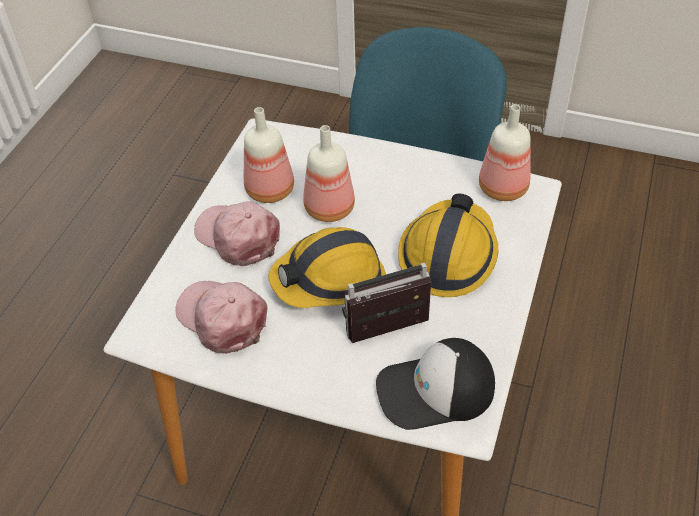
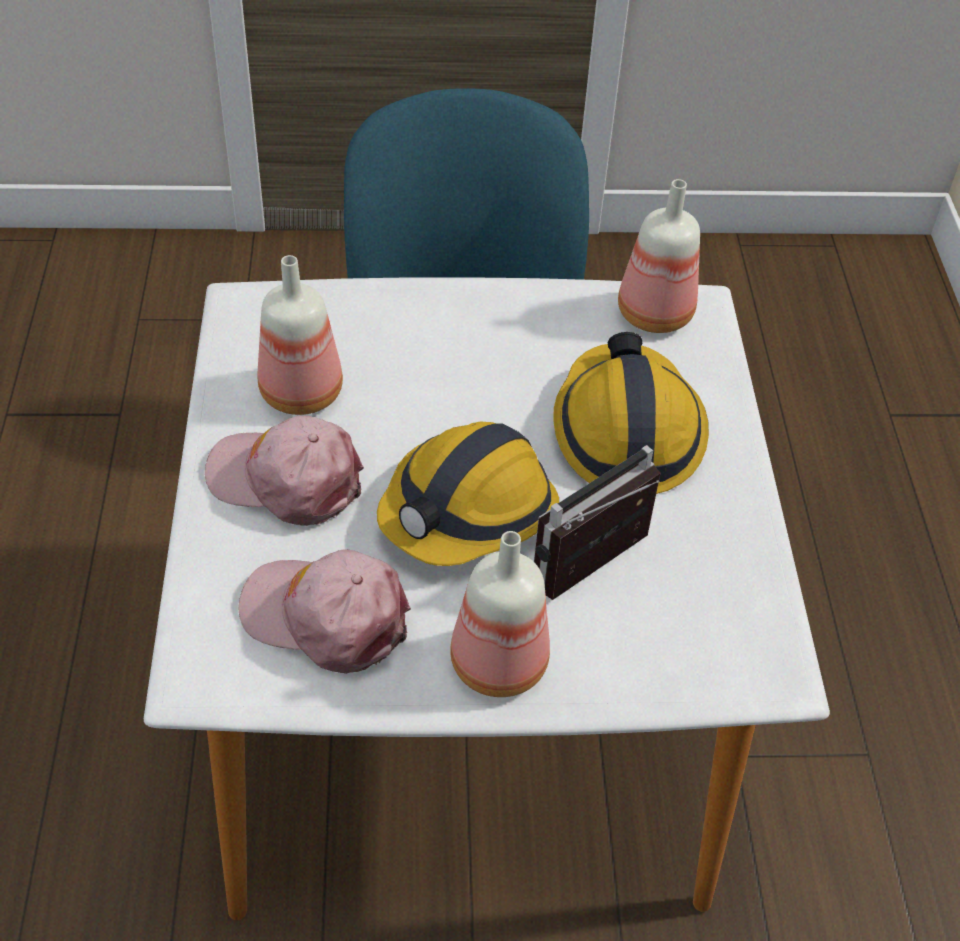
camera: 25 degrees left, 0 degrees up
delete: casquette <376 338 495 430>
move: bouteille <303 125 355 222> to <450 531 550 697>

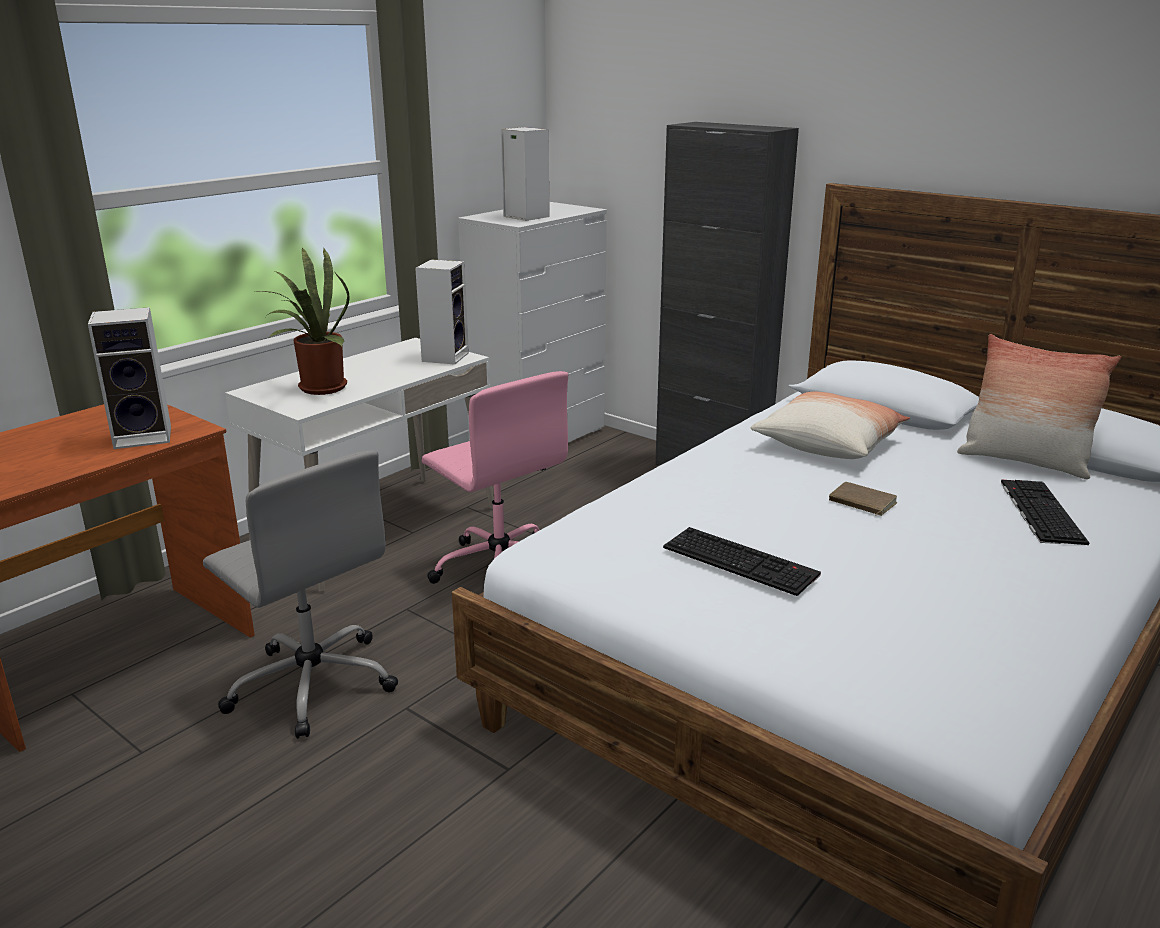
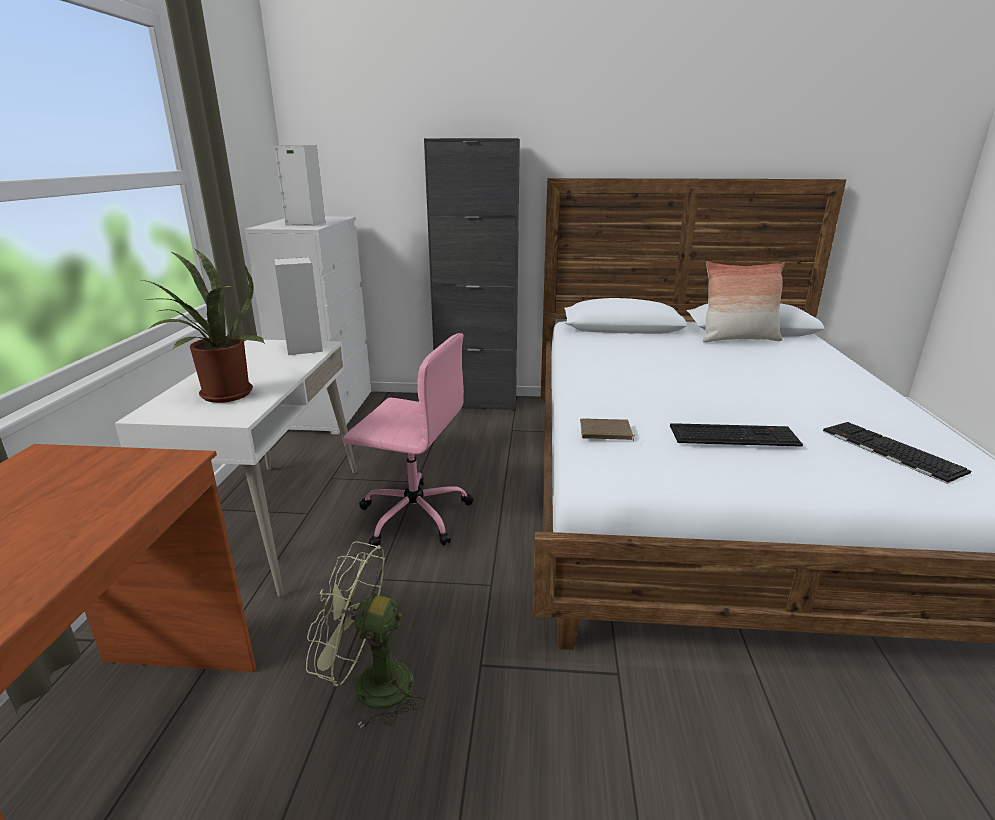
camera: 35 degrees left, 0 degrees up
delete: enceinte <88 307 171 449>; coussin <750 392 910 459>
move: livre/marron <829 482 898 516> to <580 418 635 441>; clavier <1001 479 1089 545> to <823 422 971 484>
replace: chaise de bureau/gris <203 451 398 739> to ventilateur/vert <306 541 426 728>

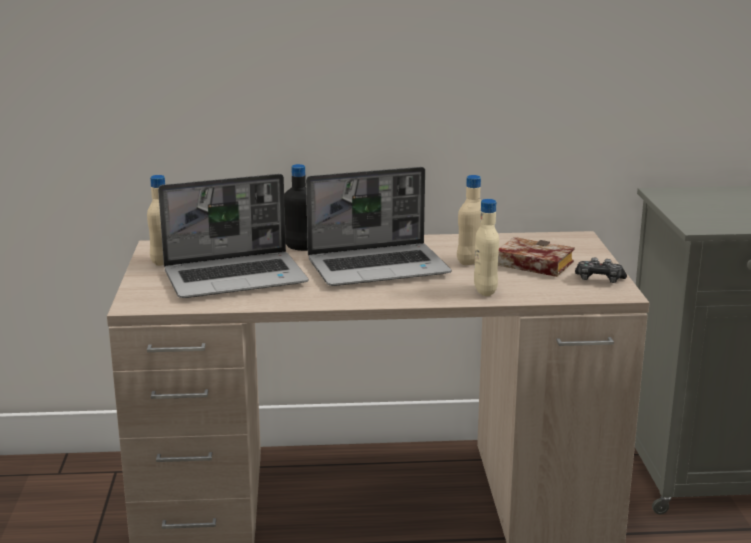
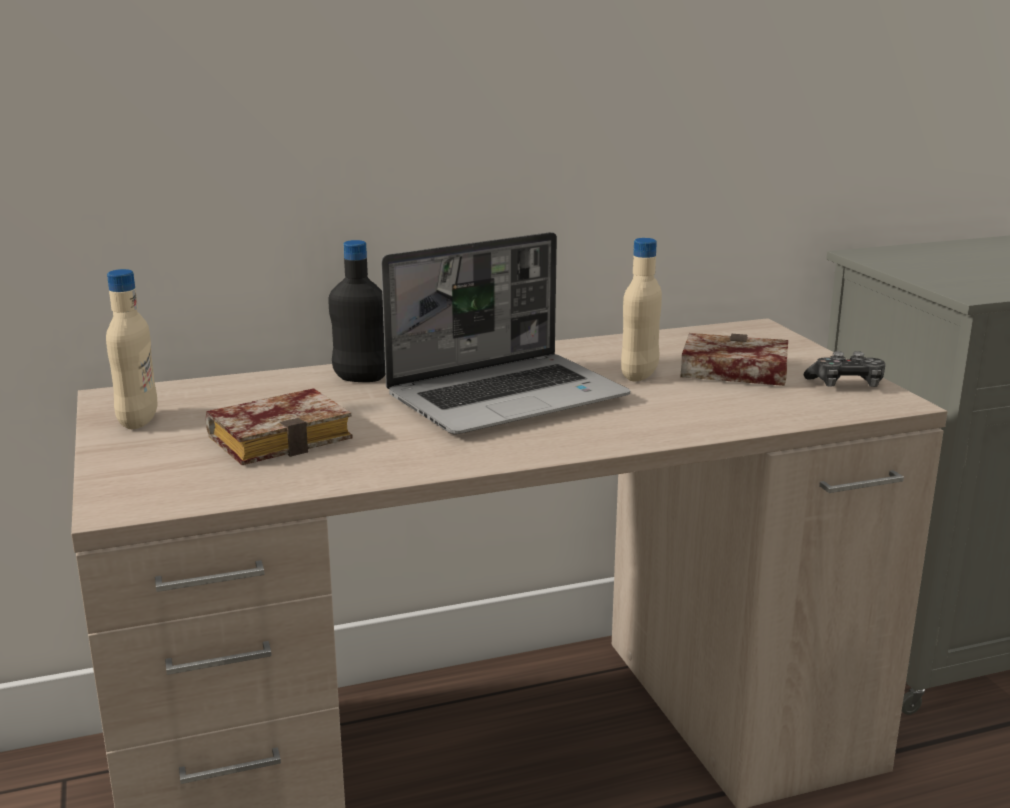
camera: 15 degrees left, 0 degrees up
delete: bouteille/beige <474 199 499 296>
replace: ordinateur portable <158 174 309 298> to livre <206 388 353 465>

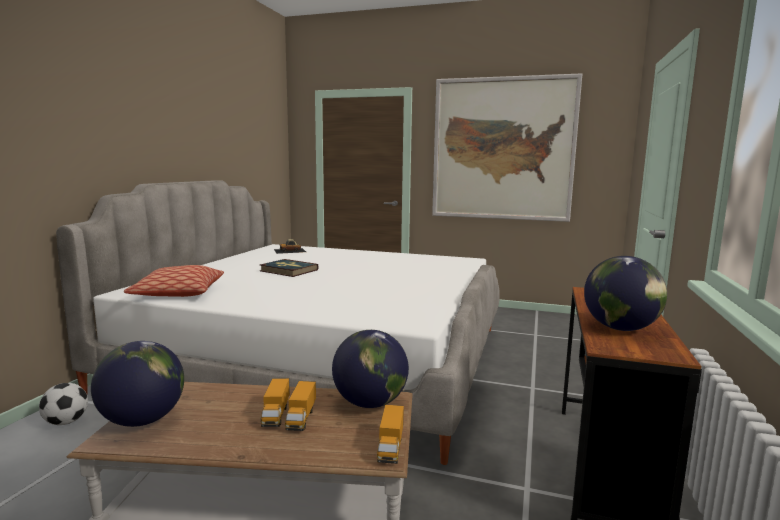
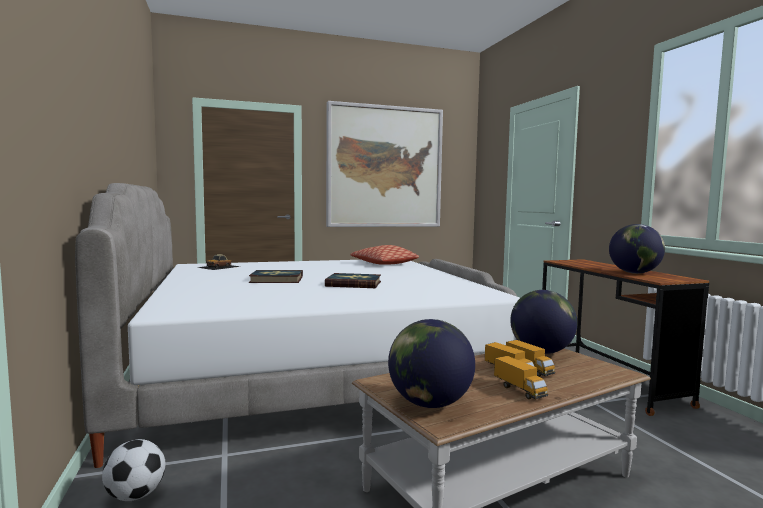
camera: 35 degrees left, 5 degrees down
insert: livre <325 273 381 288>
move: coussin <124 265 224 297> to <350 245 419 265>; camion jouet <377 405 404 464> to <494 356 548 399>

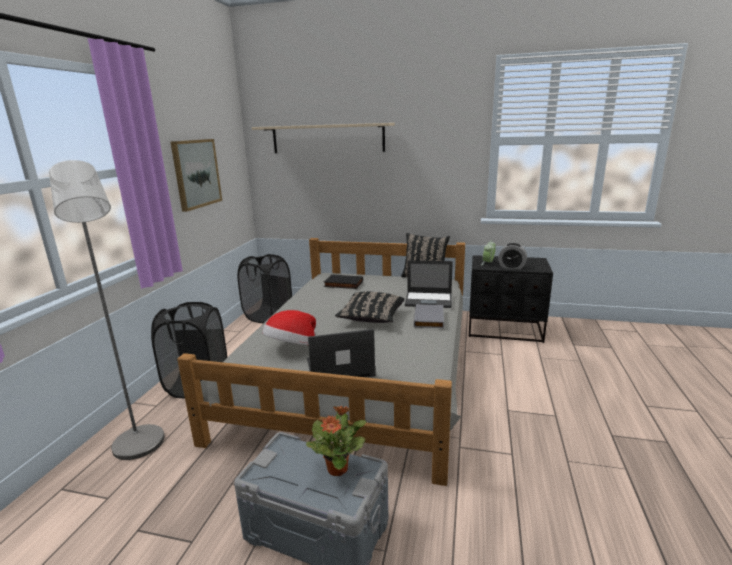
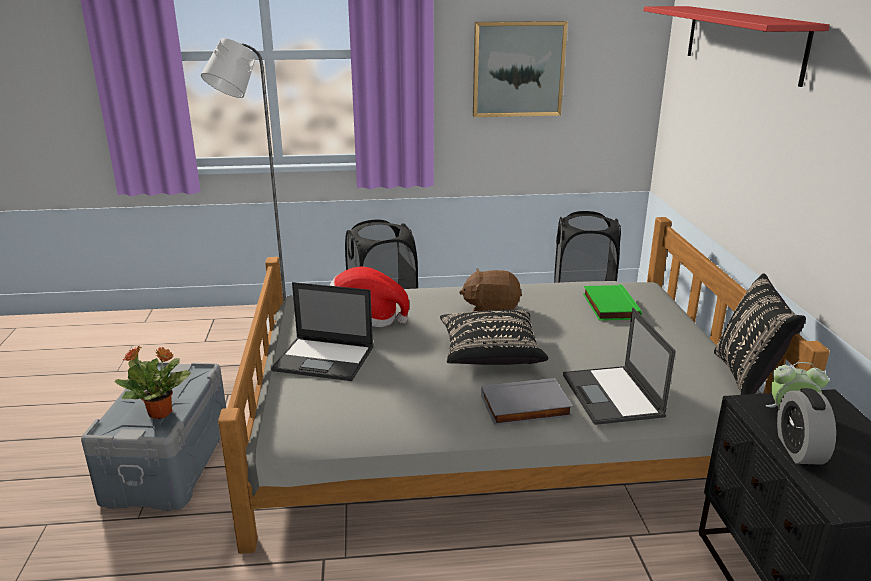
camera: 70 degrees right, 5 degrees up
insert: peluche/marron <459 269 522 312>
recolor: étagère/beige <252 123 395 153> to étagère/rouge <644 6 830 87>; livre/noir <324 274 363 289> to livre/vert <583 285 642 321>
rotate: ordinateur portable <307 329 376 378> = <271 282 373 381> 135 degrees clockwise

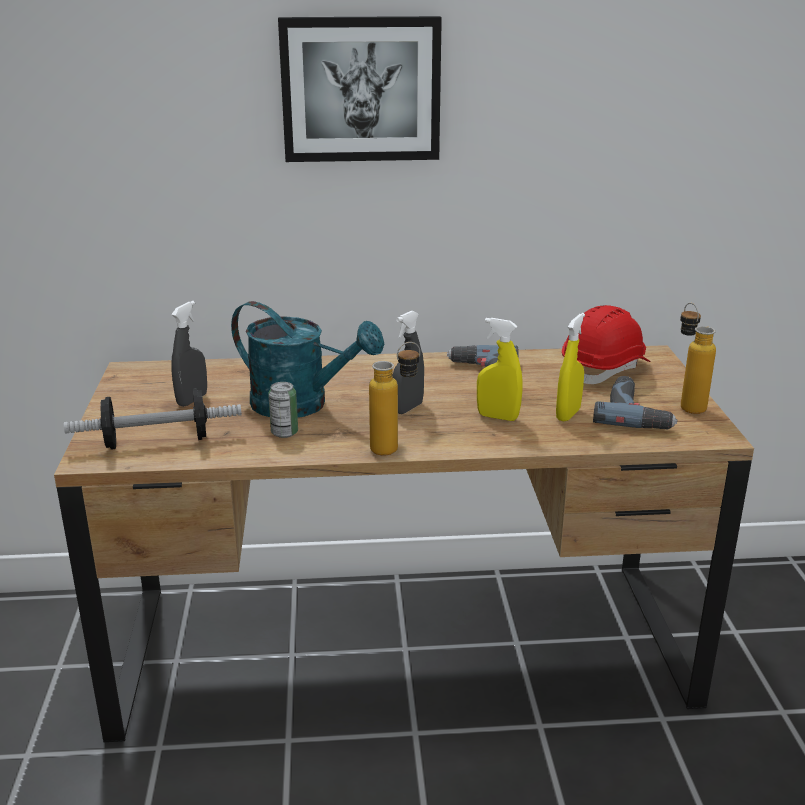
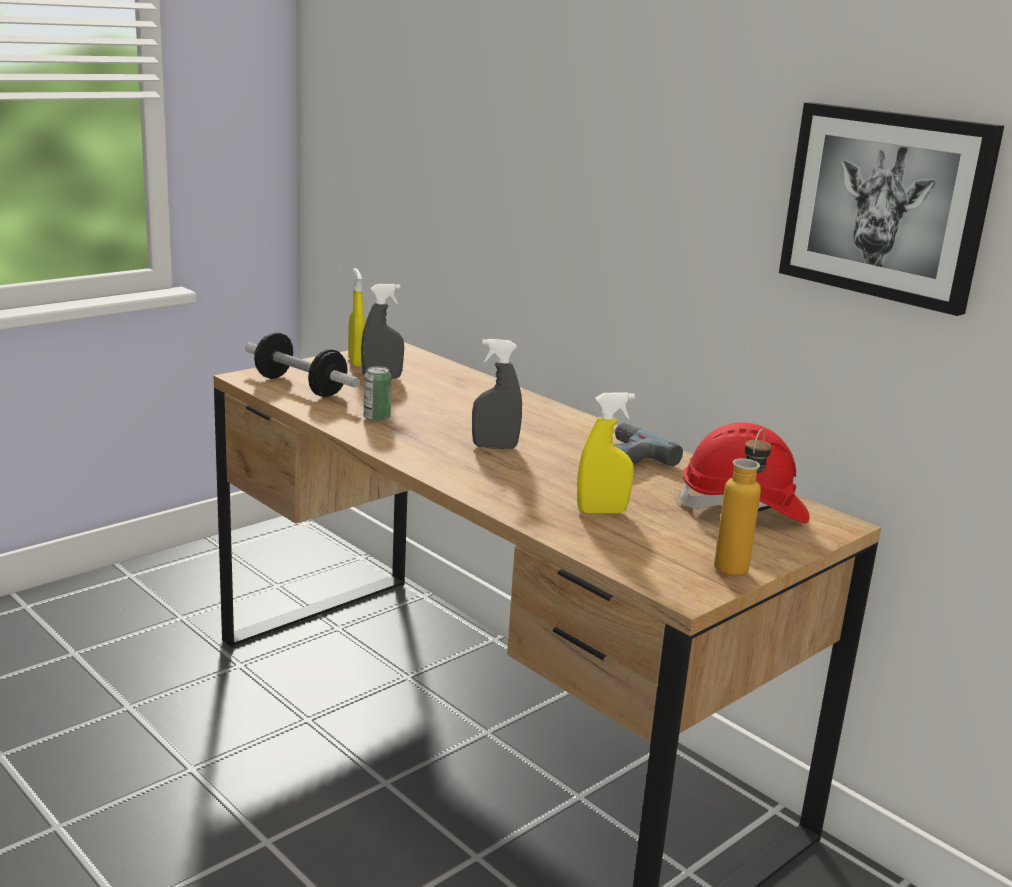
camera: 50 degrees right, 5 degrees down
delete: arrosoir/turquoise <231 301 384 418>; bouteille <369 342 420 456>; perceuse <593 376 677 429>
move: tableau <278 16 442 162> to <779 102 1004 316>; vaporisateur/jaune <477 318 522 421> to <348 268 365 366>

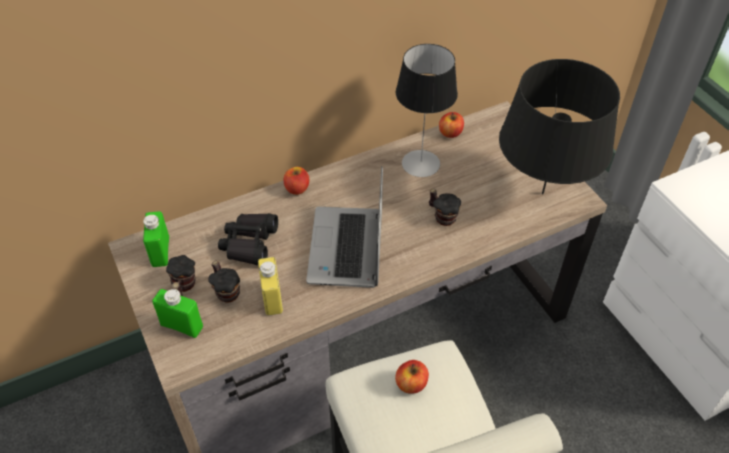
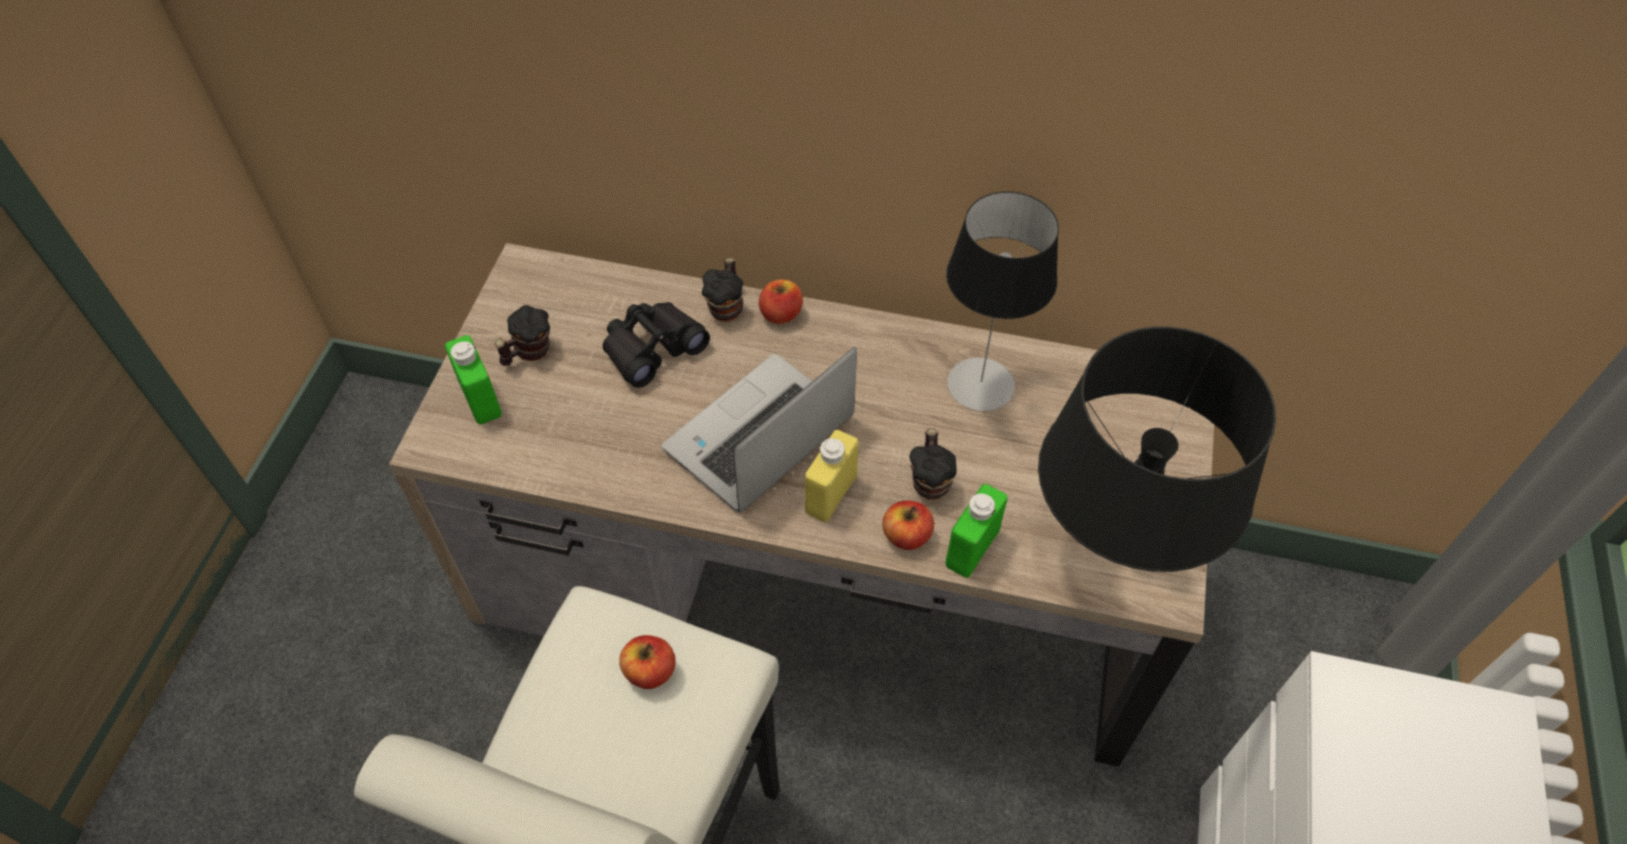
camera: 40 degrees right, 5 degrees up
move: bouteille/vert <143 211 169 267> to <945 484 1007 578>; mug <208 261 240 303> to <702 258 743 322>; bouteille/jaune <258 257 283 315> to <805 430 859 522>; pomme <439 112 464 138> to <883 500 934 550>

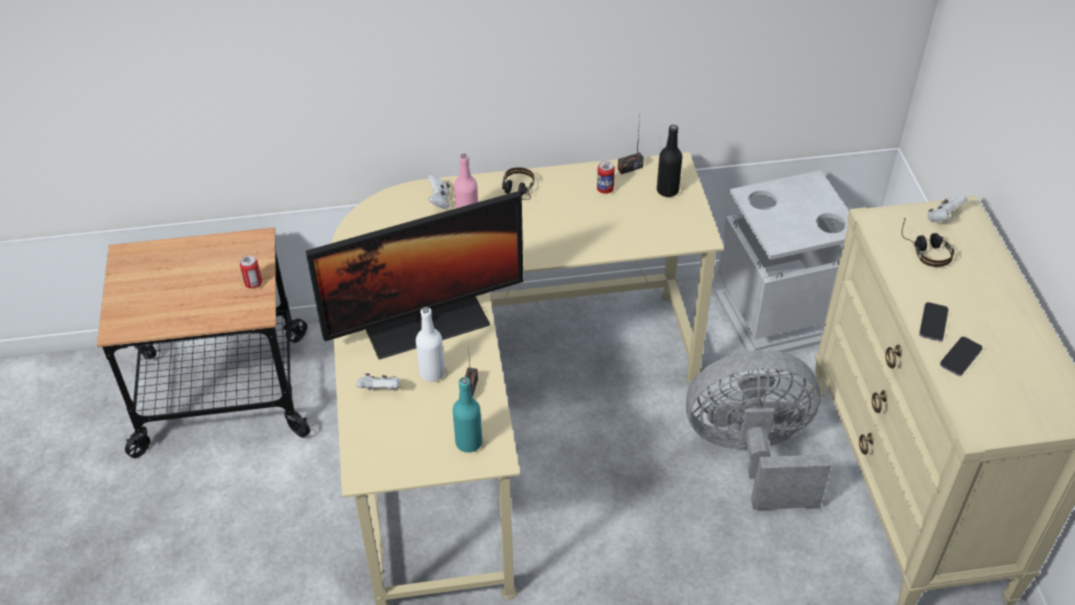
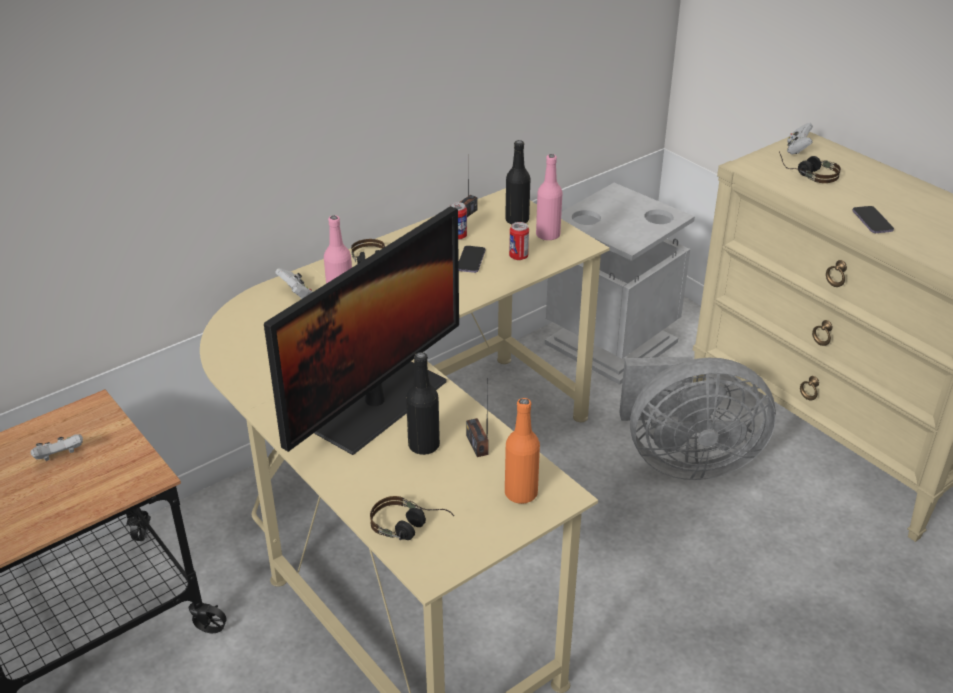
camera: 30 degrees left, 10 degrees down
insert: casque audio <370 496 454 540>; bouteille/rose <536 154 562 241>
move: boîte métallique <240 255 262 289> to <509 222 529 260>; manette/blanc <356 373 400 390> to <31 435 83 461>; téléphone <940 337 983 376> to <459 246 485 273>
recolor: bouteille/blanc <416 307 445 382> to bouteille/noir <406 352 440 455>; bouteille/turquoise <453 377 482 453> to bouteille/orange <505 398 540 504>
rotate: ventilateur/gris <686 350 832 510> = <619 357 776 480> 150 degrees counterclockwise

